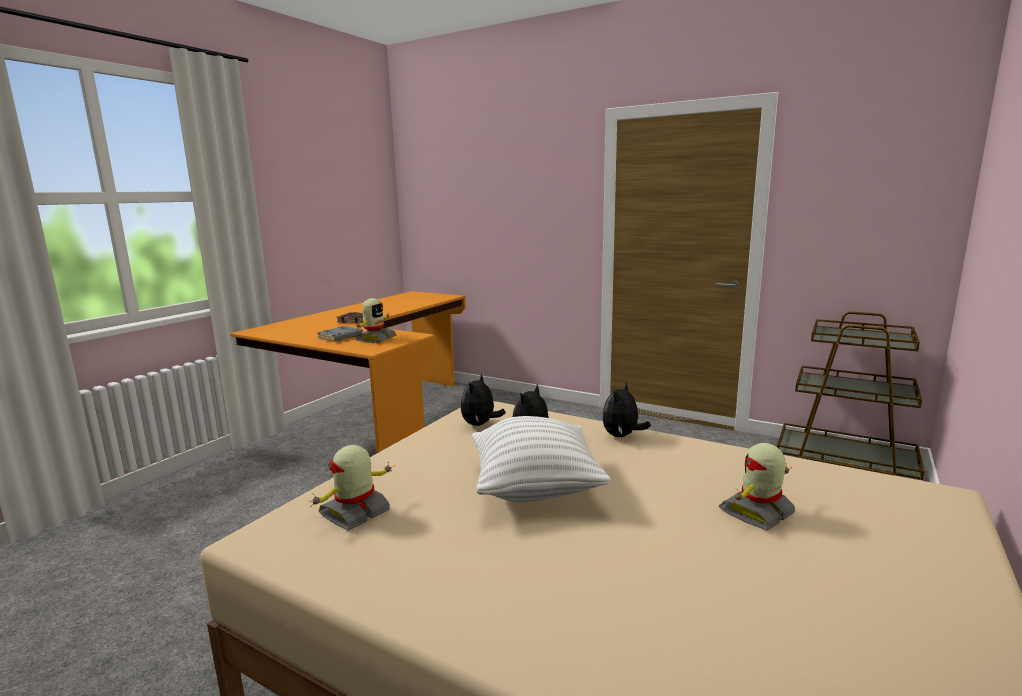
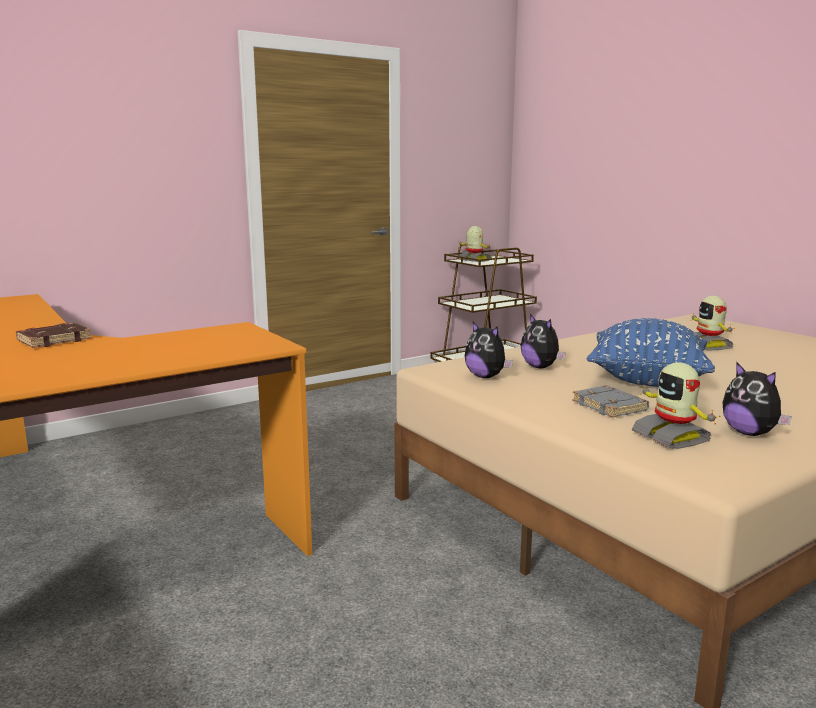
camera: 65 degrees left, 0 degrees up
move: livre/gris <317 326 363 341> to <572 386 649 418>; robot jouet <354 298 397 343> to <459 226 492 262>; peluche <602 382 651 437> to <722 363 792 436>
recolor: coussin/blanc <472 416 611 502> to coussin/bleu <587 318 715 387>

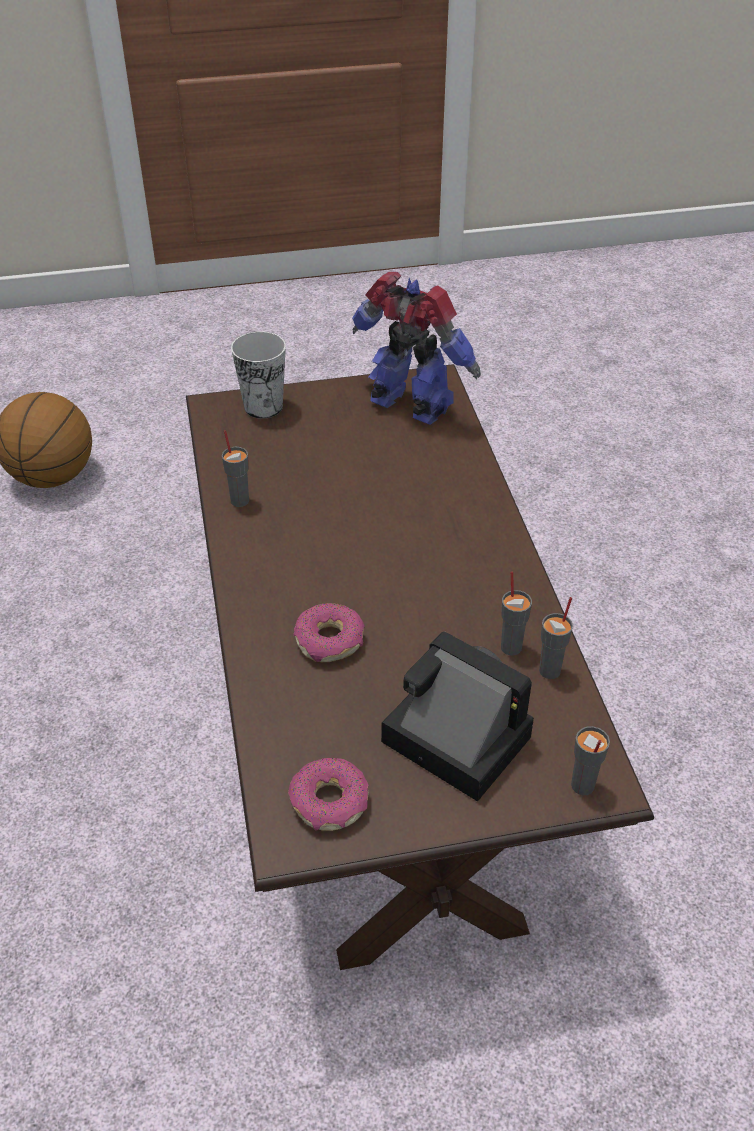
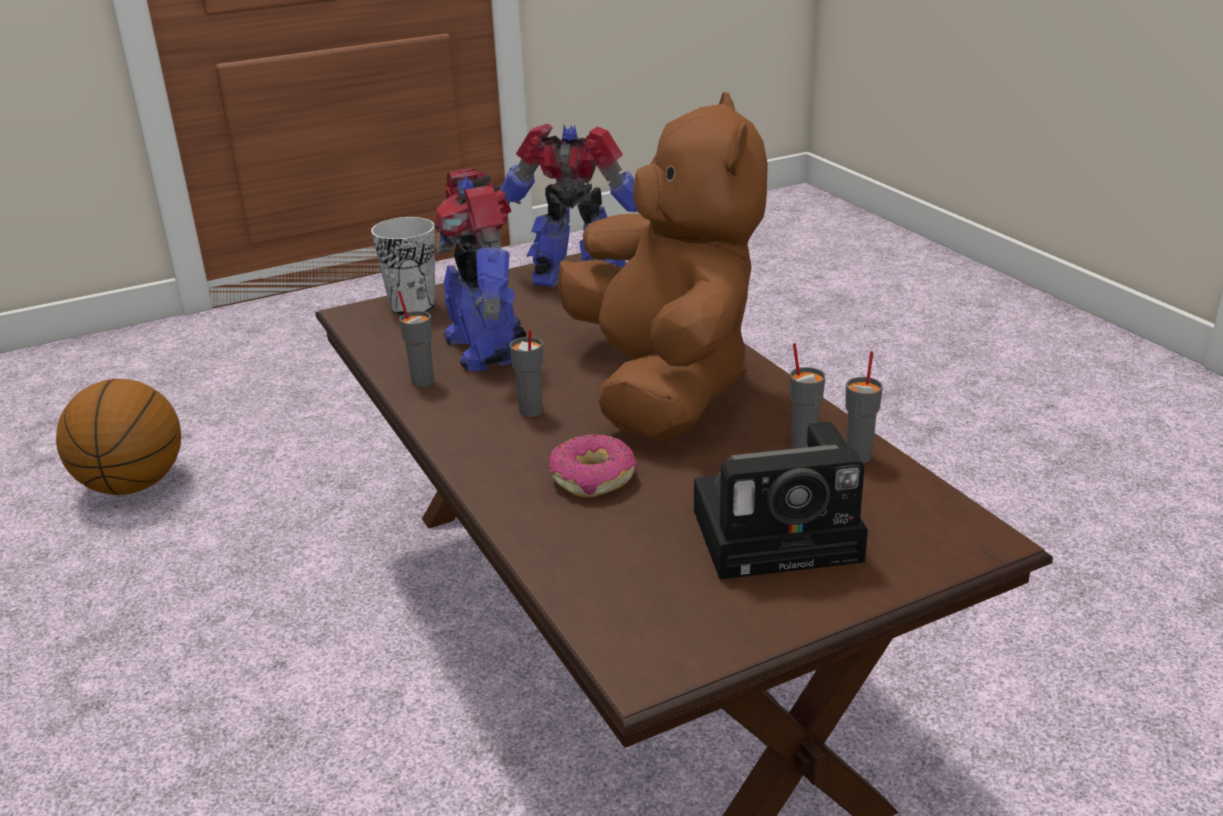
camera: 15 degrees left, 15 degrees down
delete: beignet <288 758 369 831>
insert: robot jouet <434 168 526 371>; peluche/marron <557 92 768 441>
move: tasse/gris <571 726 610 795> to <510 329 543 417>
rotate: appareil photo <381 631 534 802> = <694 422 868 579> 150 degrees clockwise

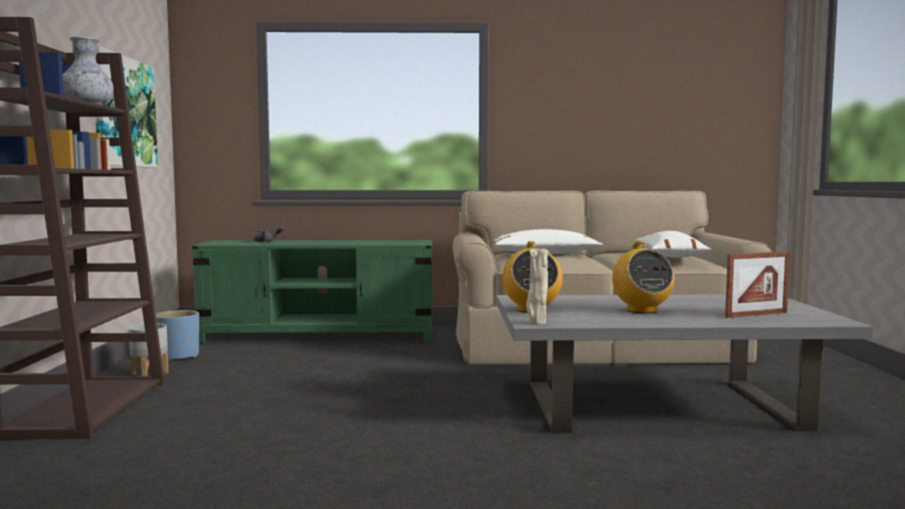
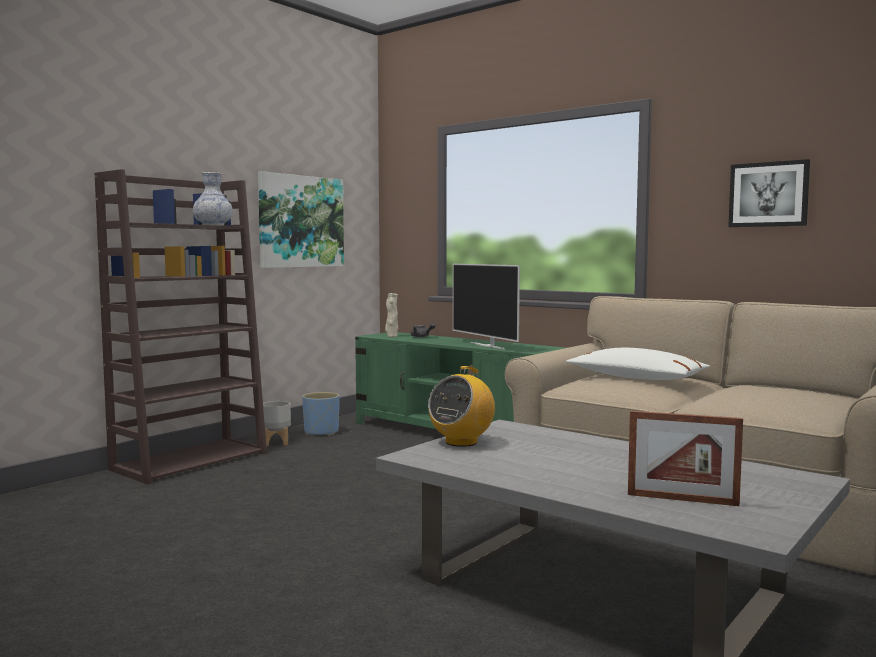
camera: 40 degrees right, 0 degrees up
delete: radio <612 241 675 313>; coussin/blanc <636 231 711 258>
insert: téléviseur <453 264 520 349>; tableau <728 159 810 227>
move: vase/beige <526 249 549 325> to <385 293 398 337>

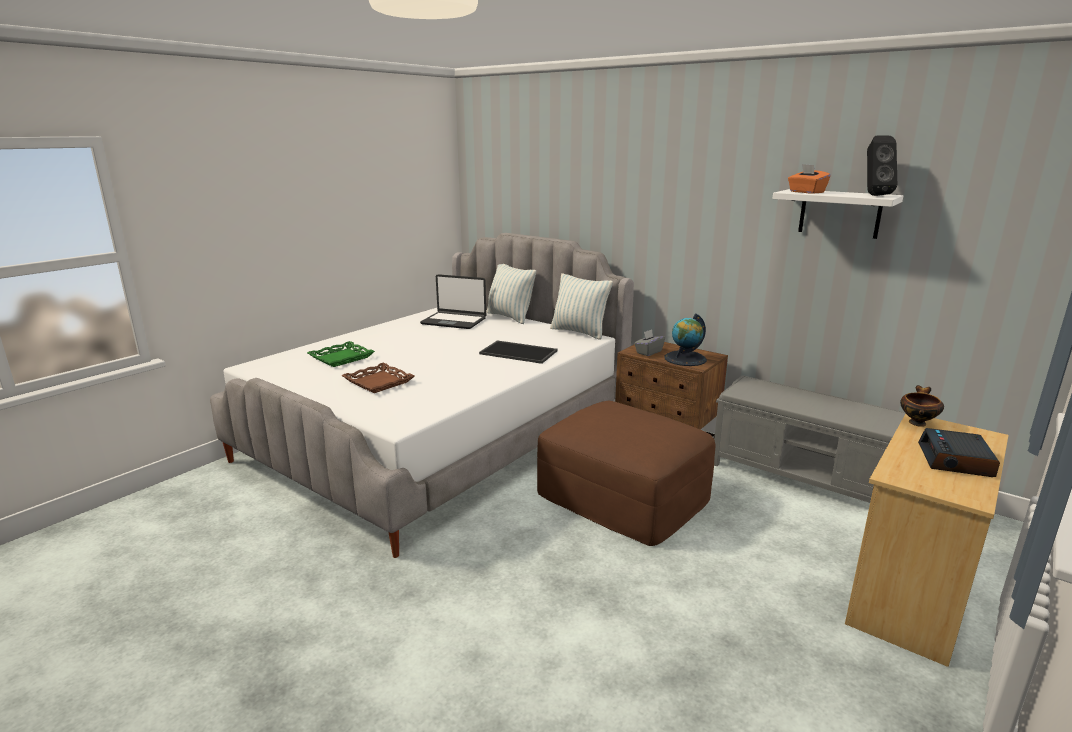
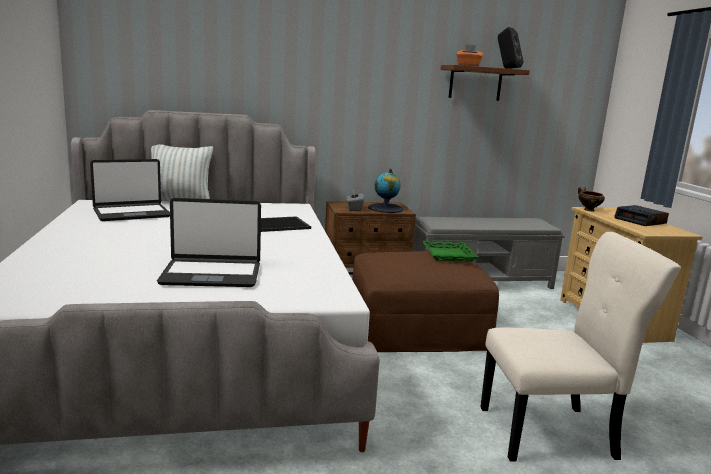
camera: 50 degrees left, 5 degrees down
delete: coussin <550 273 613 340>
insert: chaise/beige <481 232 681 462>
move: plateau/vert <307 341 375 367> to <422 241 478 262>
replace: plateau/marron <341 362 415 393> to ordinateur portable <157 198 261 287>
recolor: étagère/blanc <772 189 903 239> to étagère/marron <440 65 530 101>

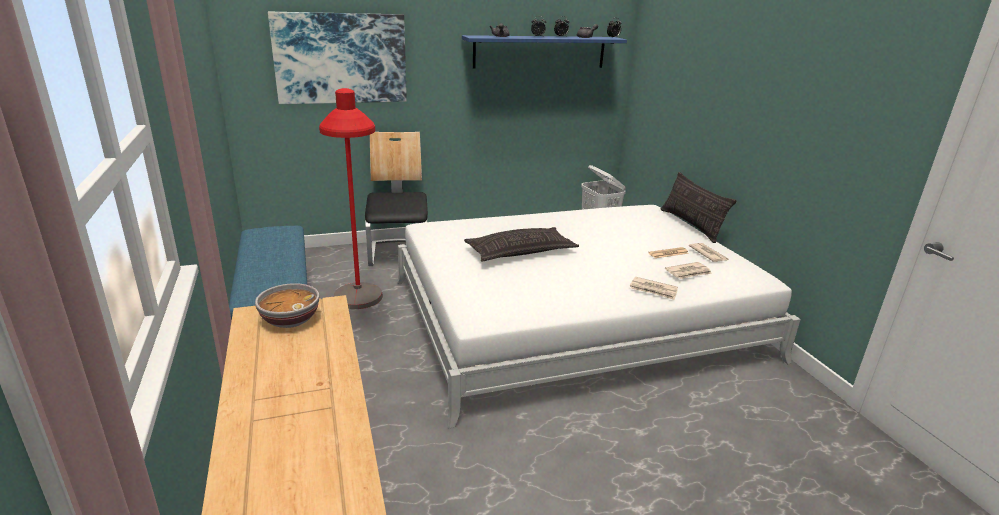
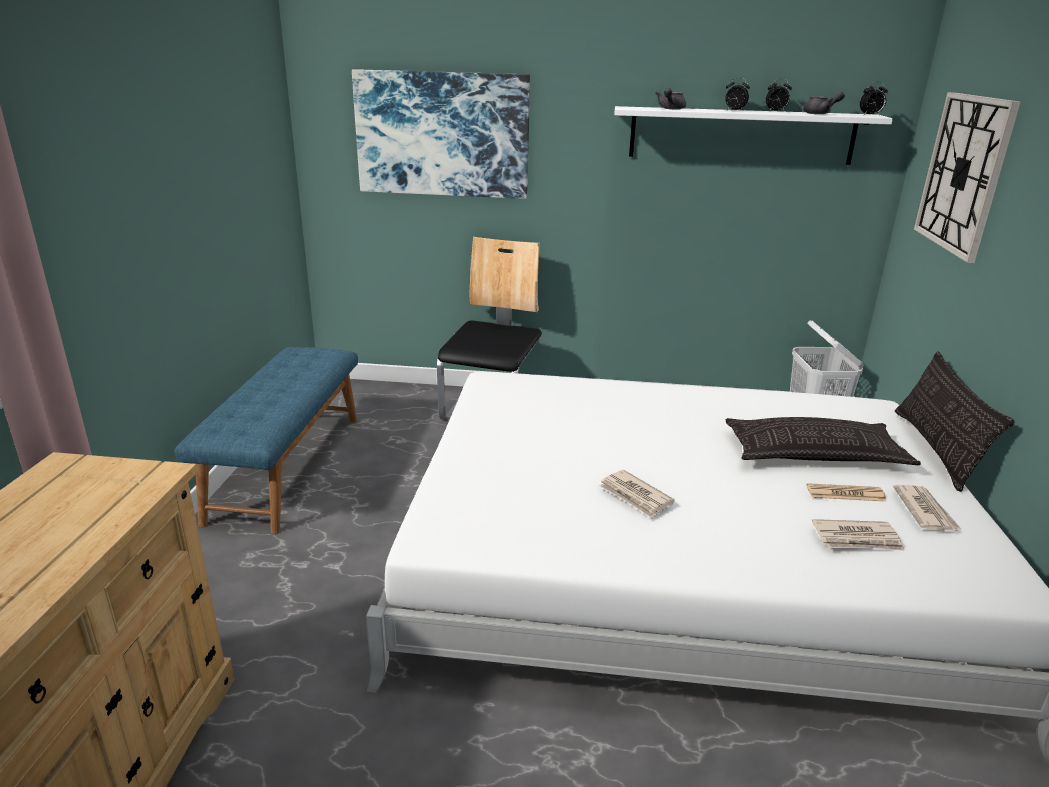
camera: 25 degrees right, 0 degrees up
delete: bol <255 283 319 328>; lampadaire/rouge <319 88 383 309>
insert: horloge murale <914 92 1021 263>
move: coussin <464 227 579 261> to <726 417 921 465>; journal <630 277 678 300> to <599 470 675 519>
recolor: étagère/bleu <462 35 627 69> to étagère/blanc <614 106 893 165>

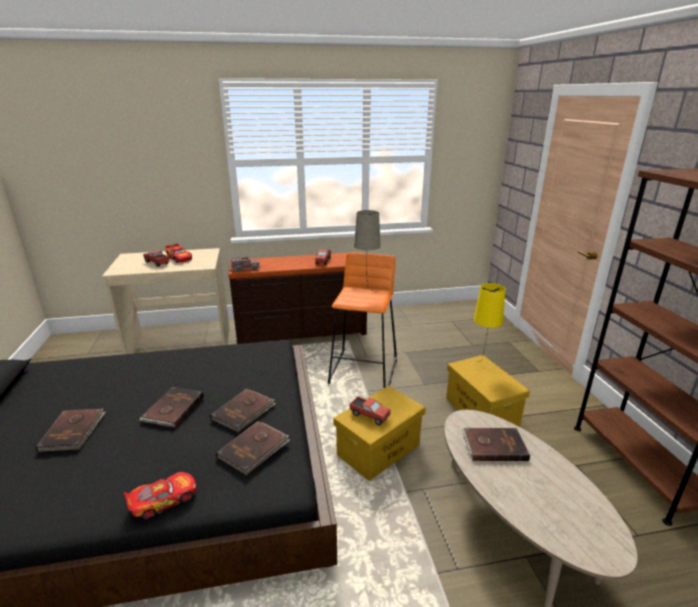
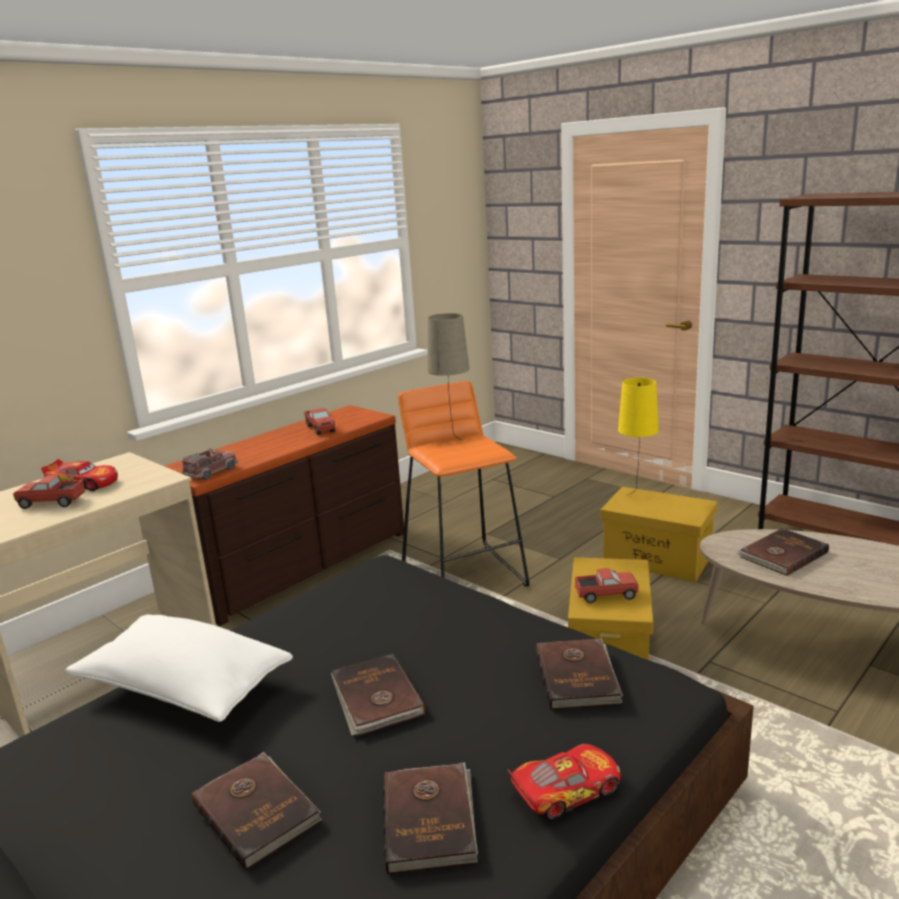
camera: 35 degrees left, 5 degrees down
insert: coussin/blanc <65 615 293 722>
move: livre/marron <210 389 276 433> to <383 762 478 875>
rotate: petite voiture <124 472 196 520> = <508 744 620 820> 45 degrees clockwise

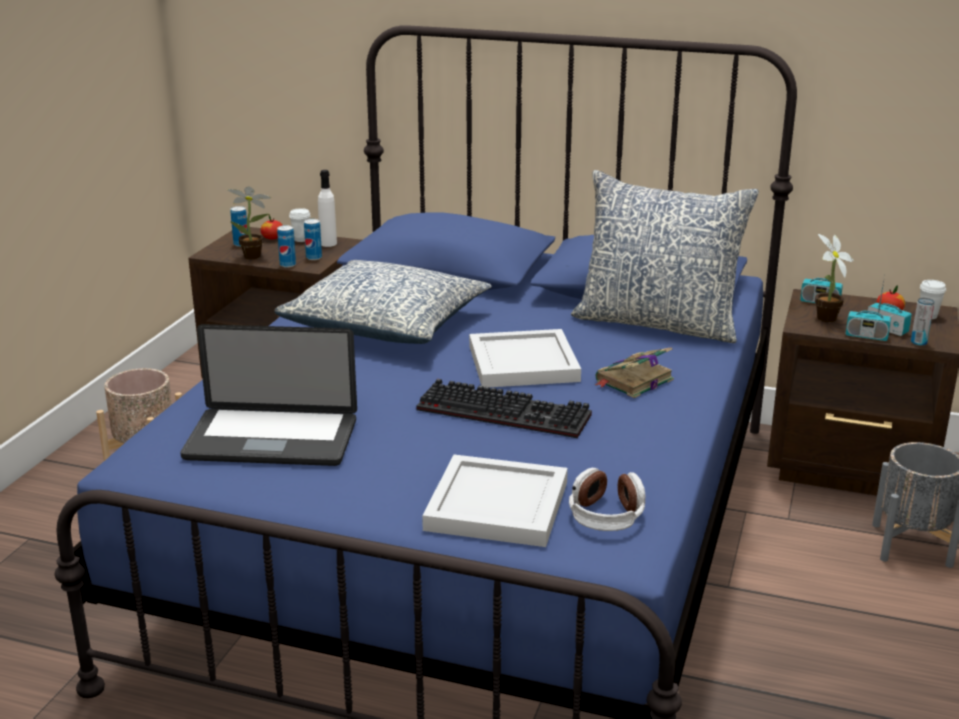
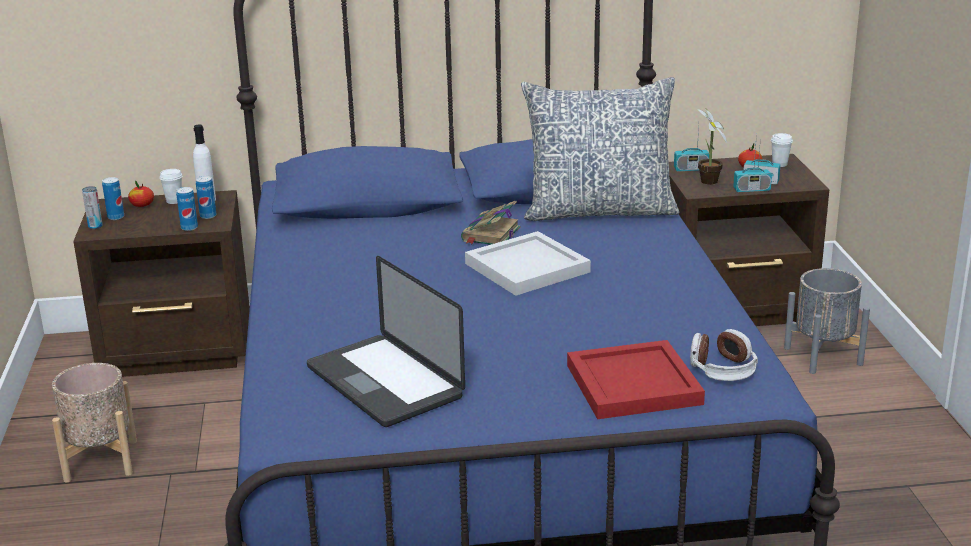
camera: 25 degrees left, 0 degrees up
delete: plante en pot <227 187 271 259>; coussin <274 260 492 344>; clavier <417 379 592 438>
move: livre <595 347 674 398> to <461 201 521 245>; boîte métallique <911 298 935 346> to <82 186 103 229>
recolor: plateau/blanc <422 455 568 547> to plateau/rouge <567 340 705 419>
rotate: ordinateur portable <180 324 357 466> = <307 256 465 427> 75 degrees clockwise

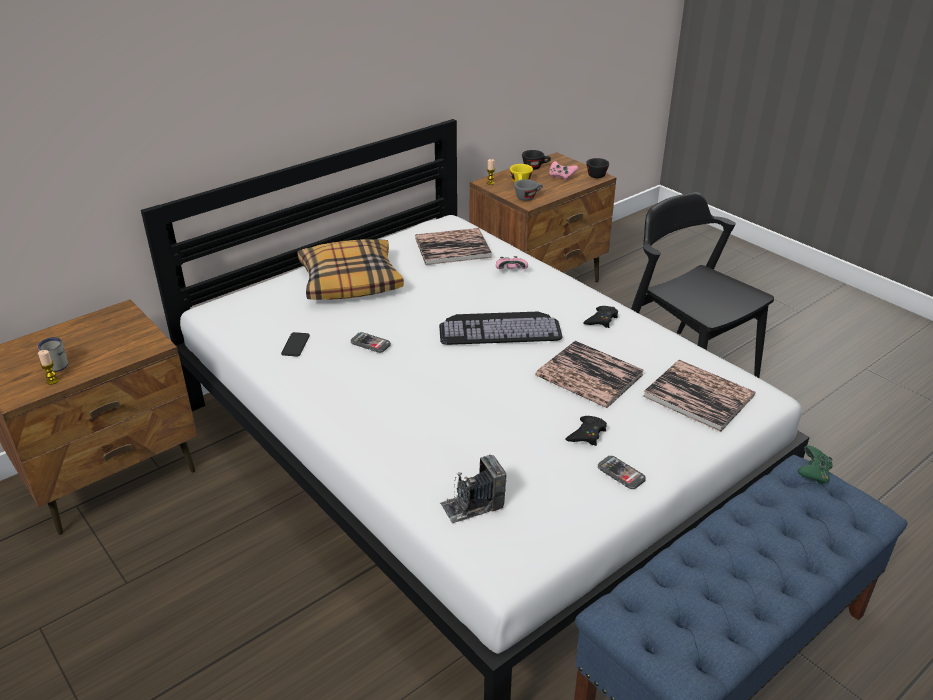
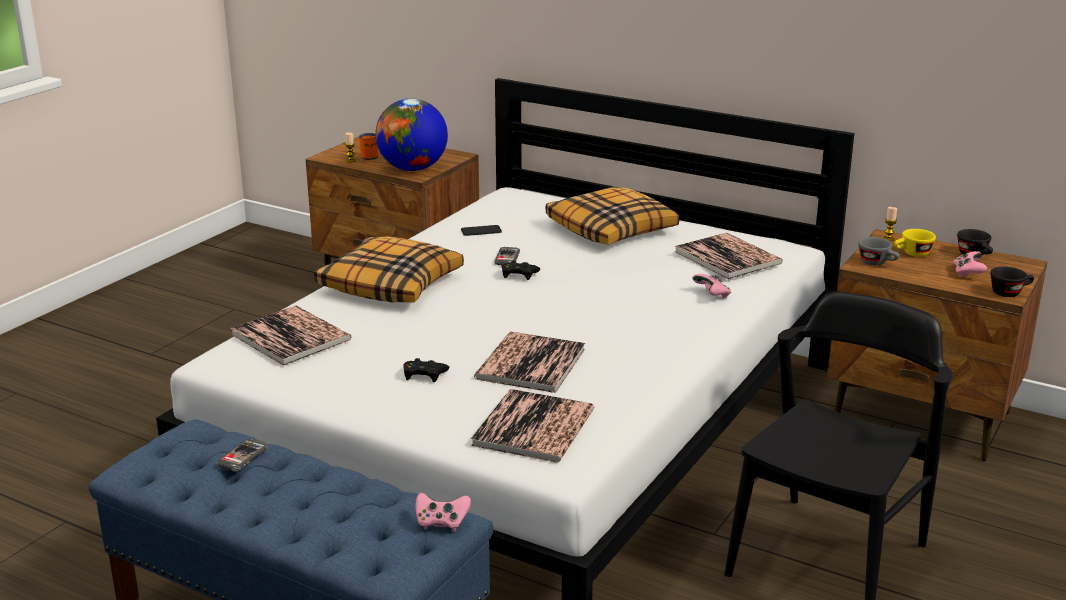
camera: 70 degrees right, 10 degrees down
delete: clavier <439 312 563 345>
insert: coussin <314 237 464 302>; globe <375 98 448 171>
move: manette/noir <583 306 618 328> to <502 260 540 280>; téléphone <598 456 646 489> to <217 438 268 471>
replace: appareil photo <440 455 506 523> to livre <230 306 351 366>
recolor: mug/blanc <38 337 68 372> to mug/orange <359 133 378 160>; manette/vert <798 445 833 485> to manette/rose <415 493 471 532>

